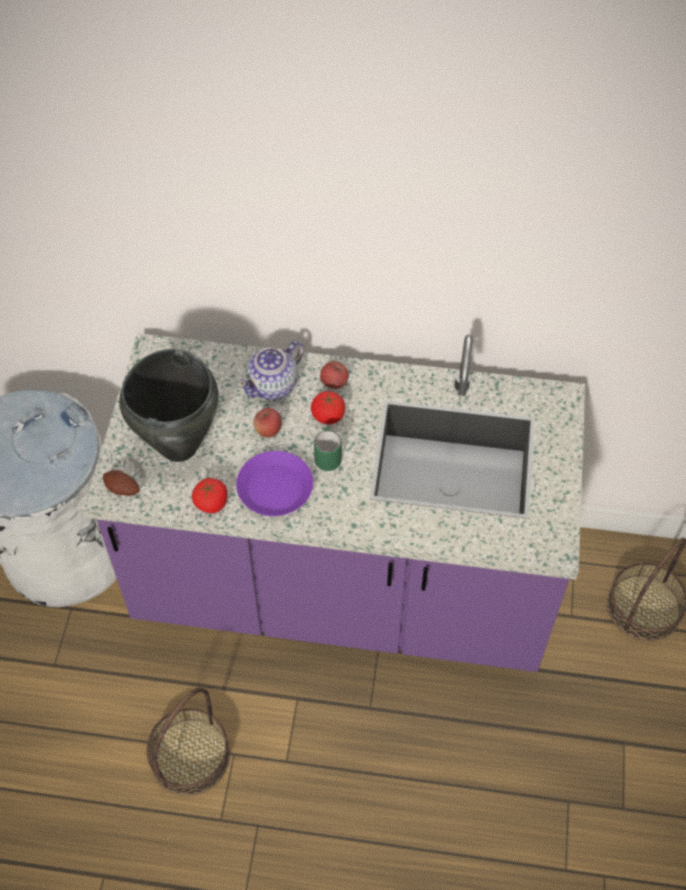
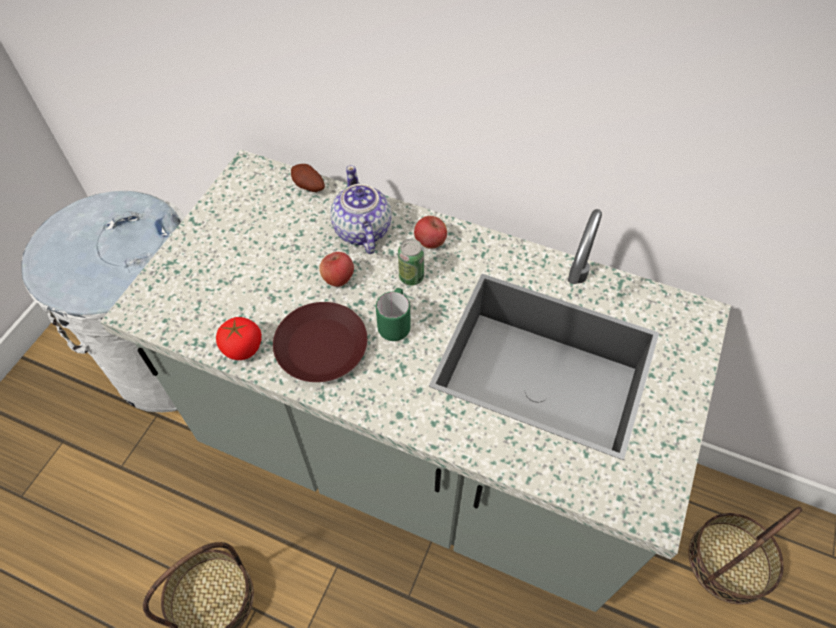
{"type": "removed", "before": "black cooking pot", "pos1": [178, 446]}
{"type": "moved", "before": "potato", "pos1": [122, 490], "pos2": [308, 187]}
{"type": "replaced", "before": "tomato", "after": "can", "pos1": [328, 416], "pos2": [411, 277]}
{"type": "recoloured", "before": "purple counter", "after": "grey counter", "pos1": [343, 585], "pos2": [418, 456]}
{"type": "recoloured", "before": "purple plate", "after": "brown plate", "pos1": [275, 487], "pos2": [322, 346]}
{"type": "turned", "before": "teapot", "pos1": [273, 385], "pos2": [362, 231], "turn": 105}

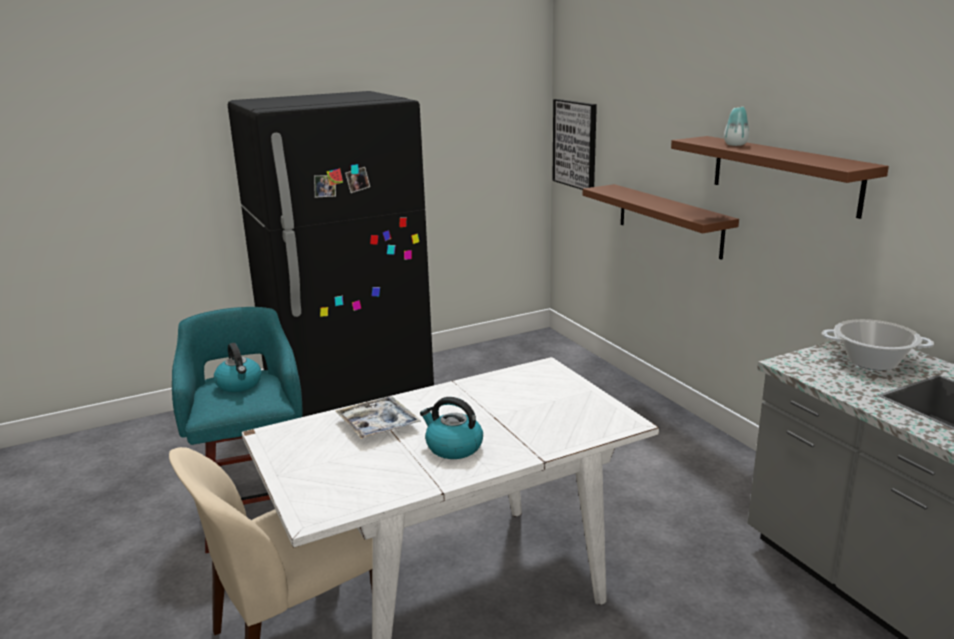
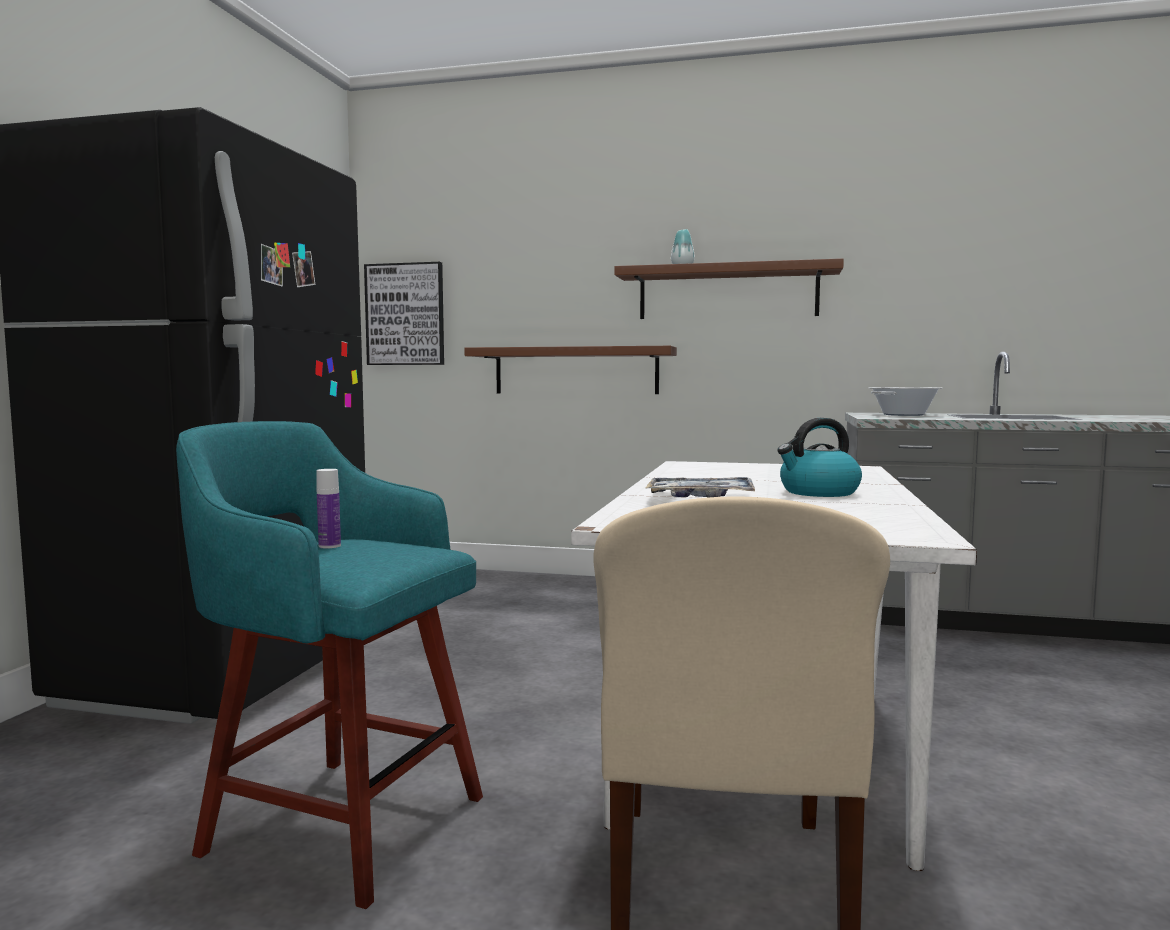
{"type": "replaced", "before": "kettle", "after": "bottle", "pos1": [239, 384], "pos2": [329, 546]}

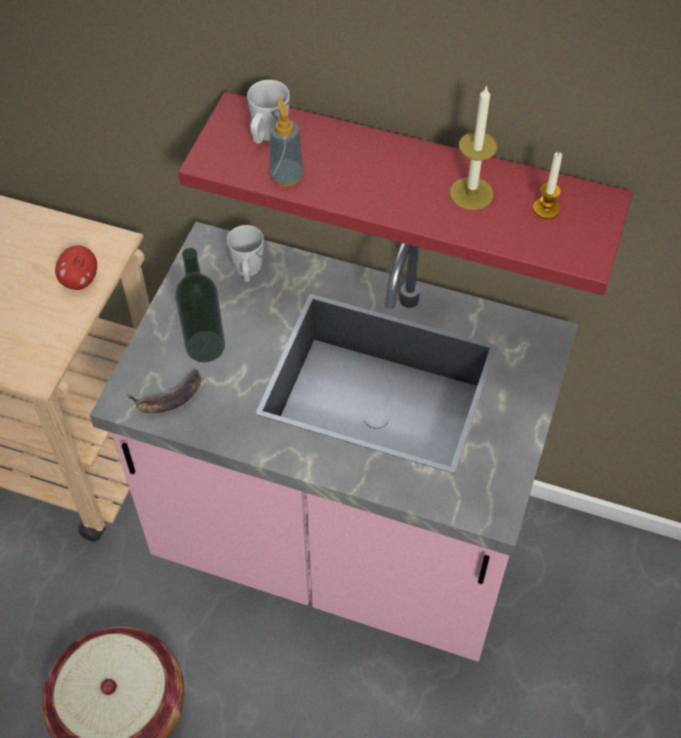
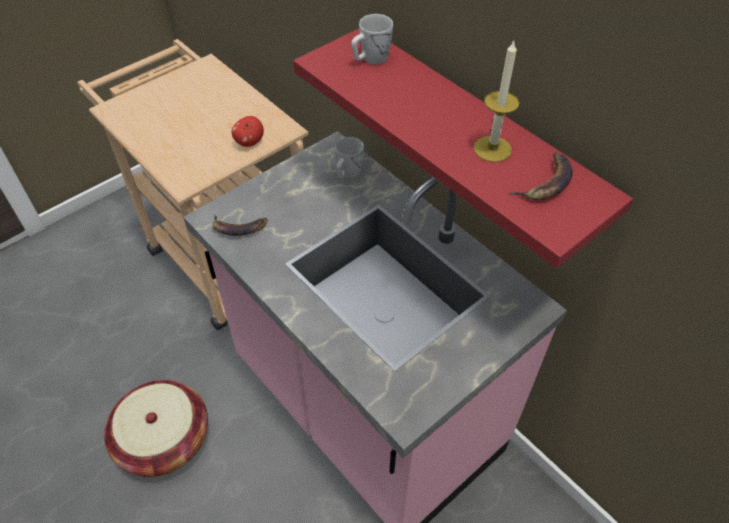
{"type": "removed", "before": "bottle", "pos1": [205, 346]}
{"type": "removed", "before": "soap dispenser", "pos1": [287, 176]}
{"type": "replaced", "before": "candle", "after": "banana", "pos1": [546, 209], "pos2": [546, 182]}

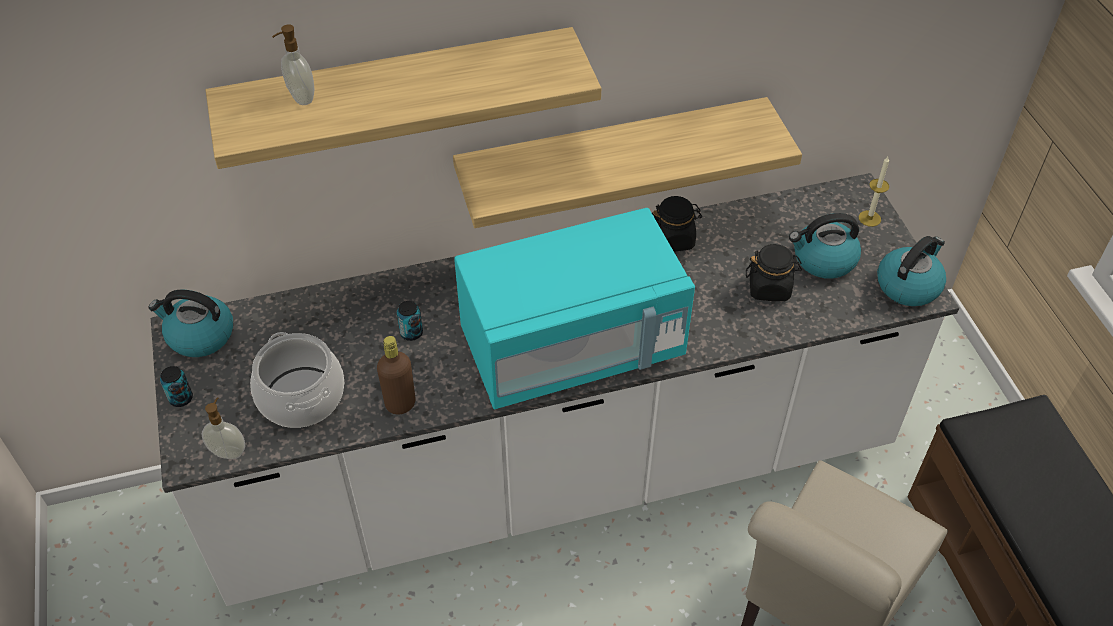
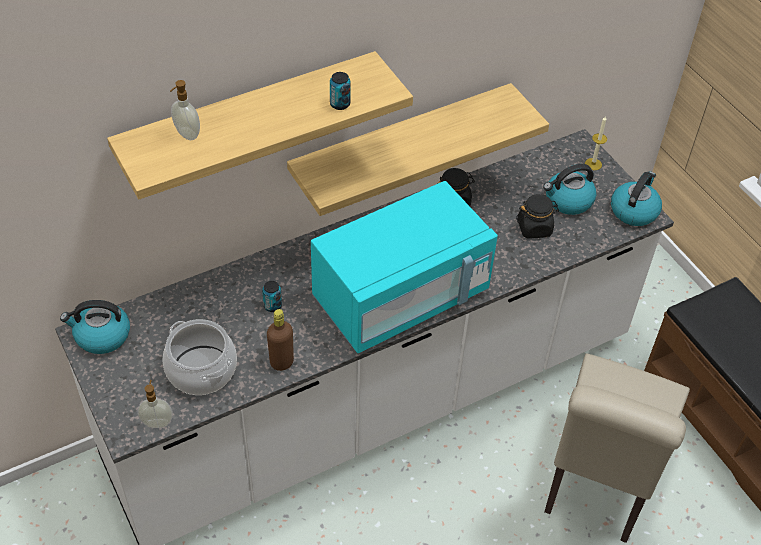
{"type": "moved", "before": "can", "pos1": [181, 398], "pos2": [340, 104]}

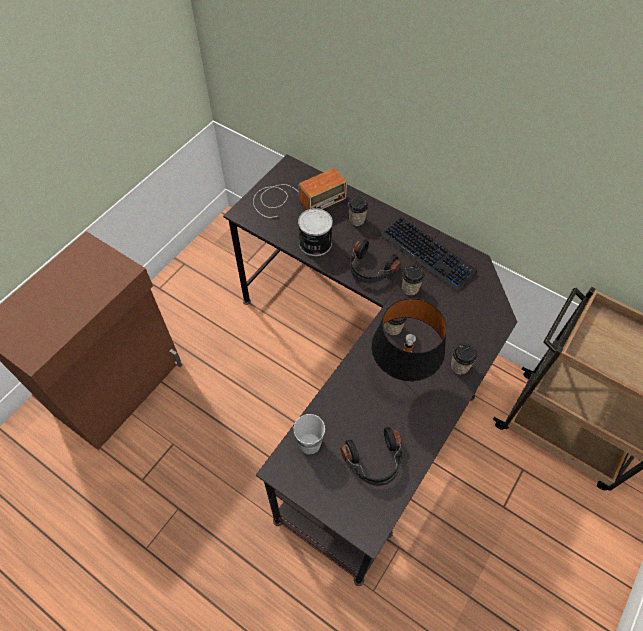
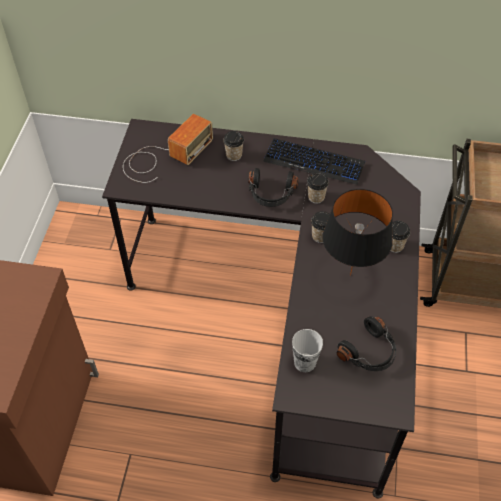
{"type": "removed", "before": "can", "pos1": [314, 243]}

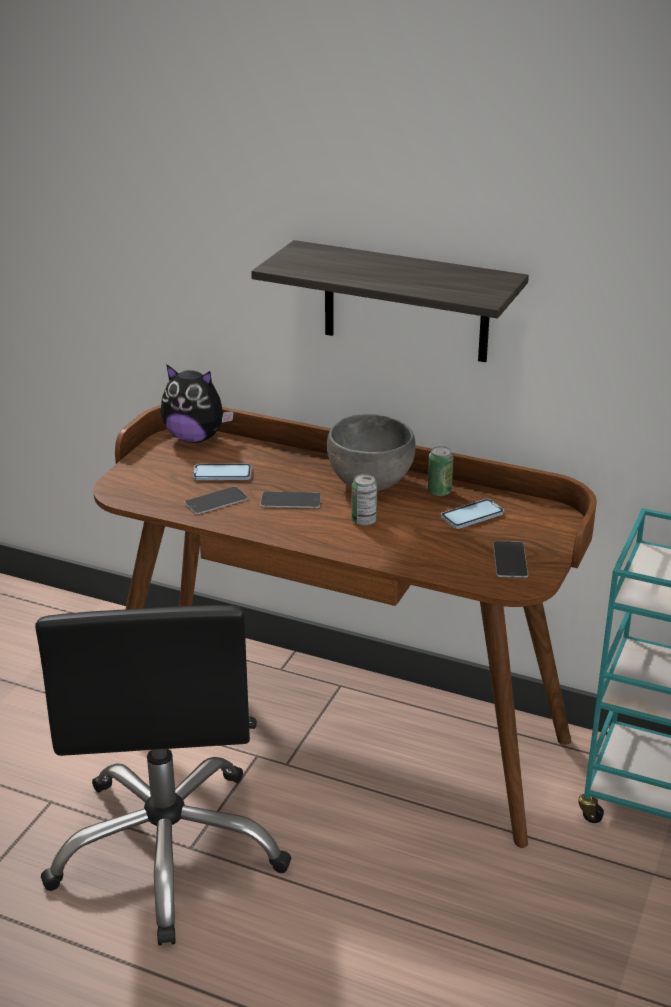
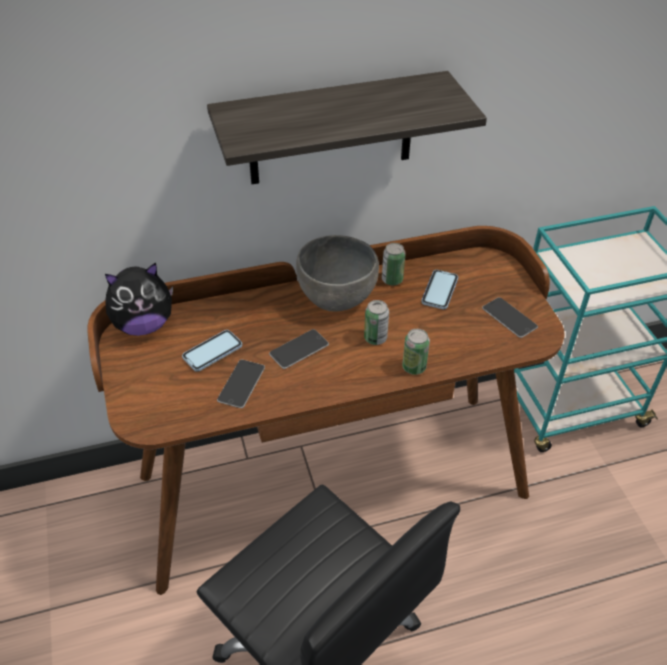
{"type": "added", "after": "can", "pos2": [414, 367]}

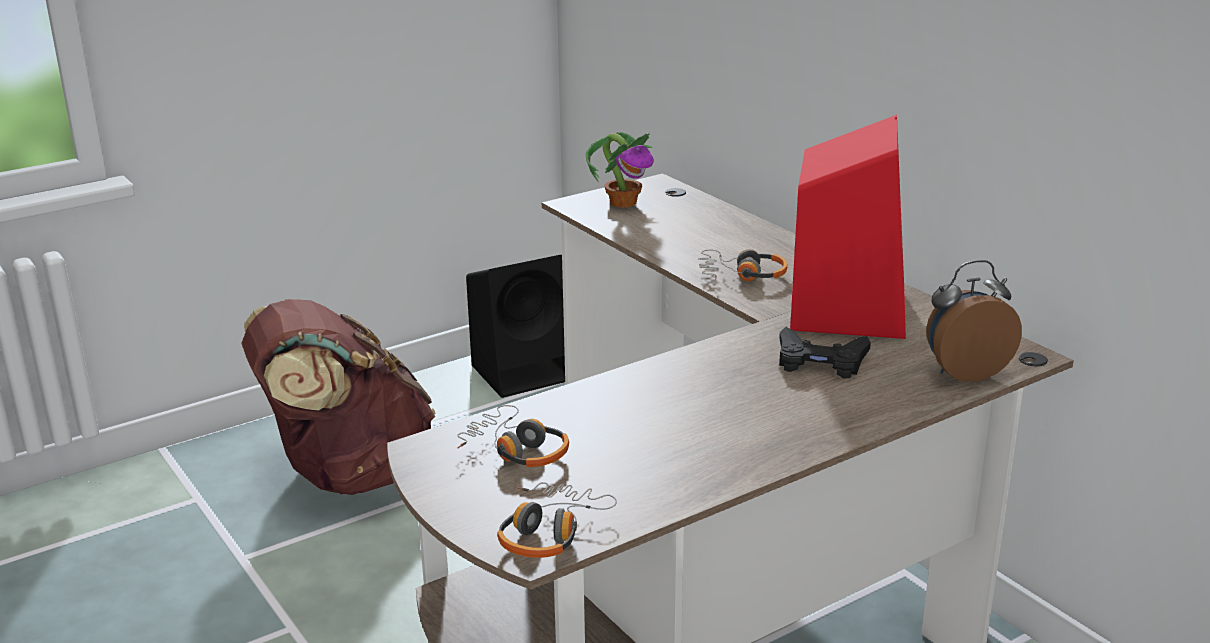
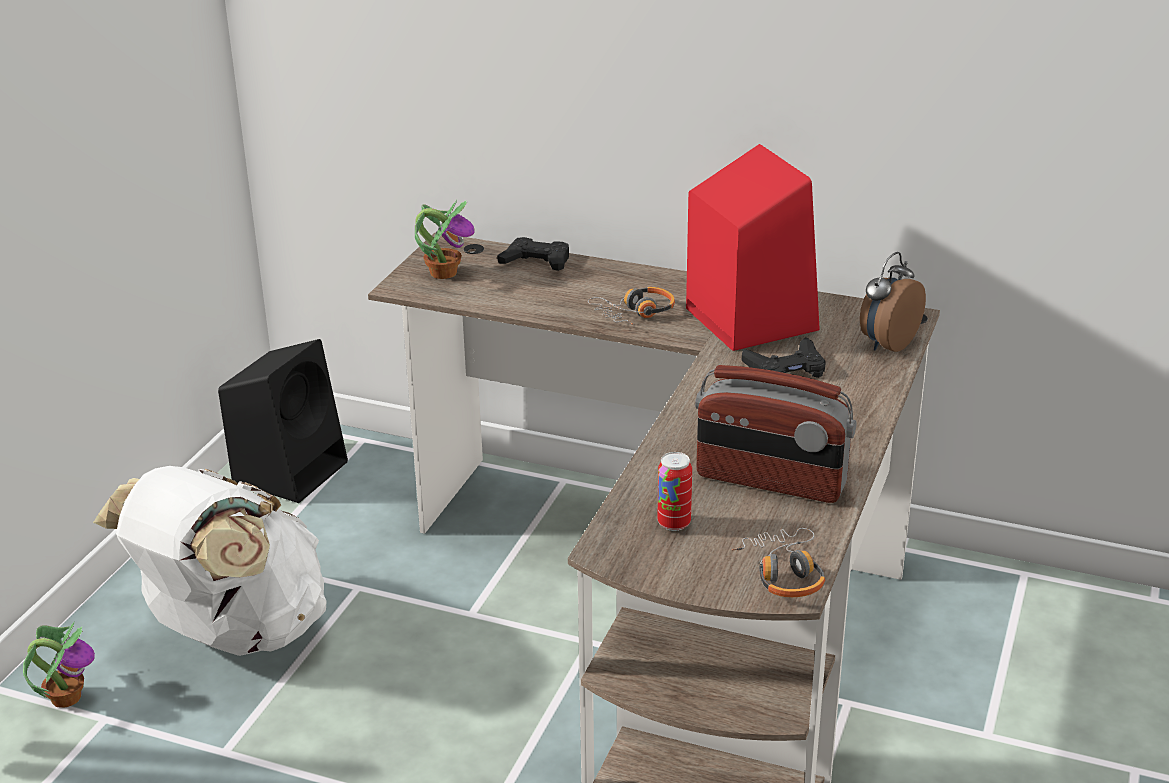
{"type": "added", "after": "potted plant", "pos2": [66, 697]}
{"type": "added", "after": "black game controller", "pos2": [536, 261]}
{"type": "added", "after": "radio", "pos2": [770, 481]}
{"type": "replaced", "before": "headphones", "after": "can", "pos1": [516, 450], "pos2": [674, 523]}
{"type": "recoloured", "before": "brown backpack", "after": "white backpack", "pos1": [347, 474], "pos2": [232, 633]}

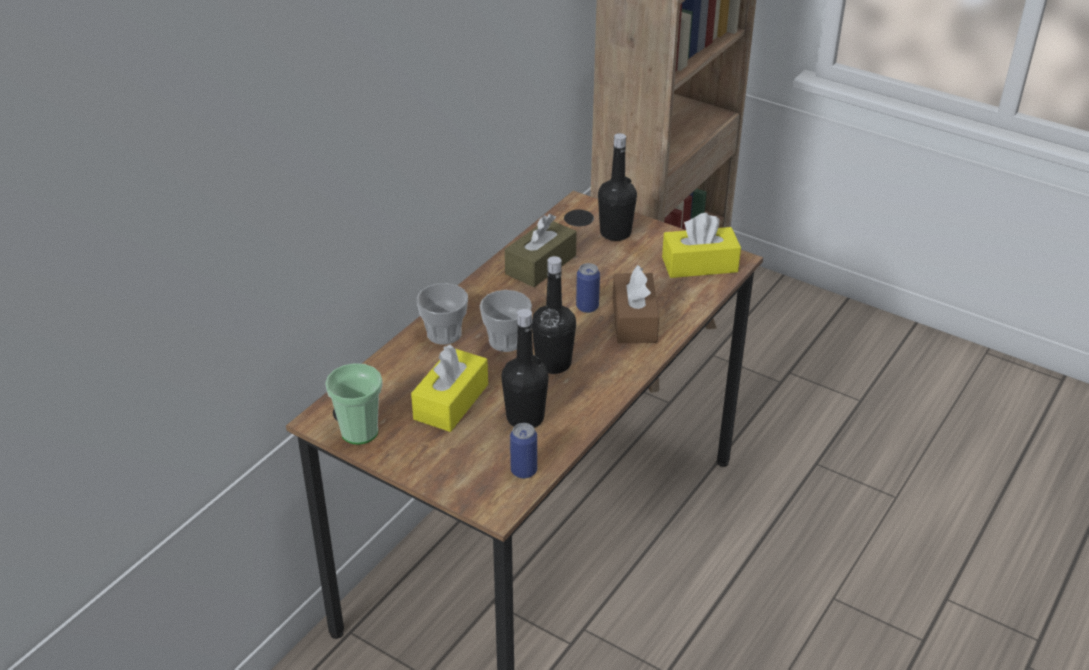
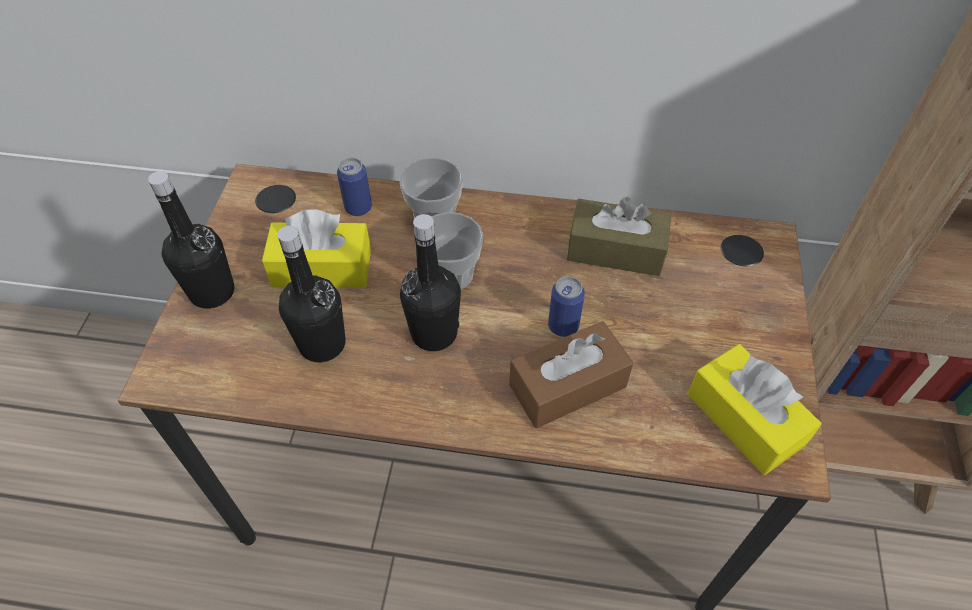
{"type": "removed", "before": "cup", "pos1": [359, 432]}
{"type": "moved", "before": "can", "pos1": [524, 471], "pos2": [358, 208]}
{"type": "moved", "before": "black bottle", "pos1": [615, 233], "pos2": [212, 292]}

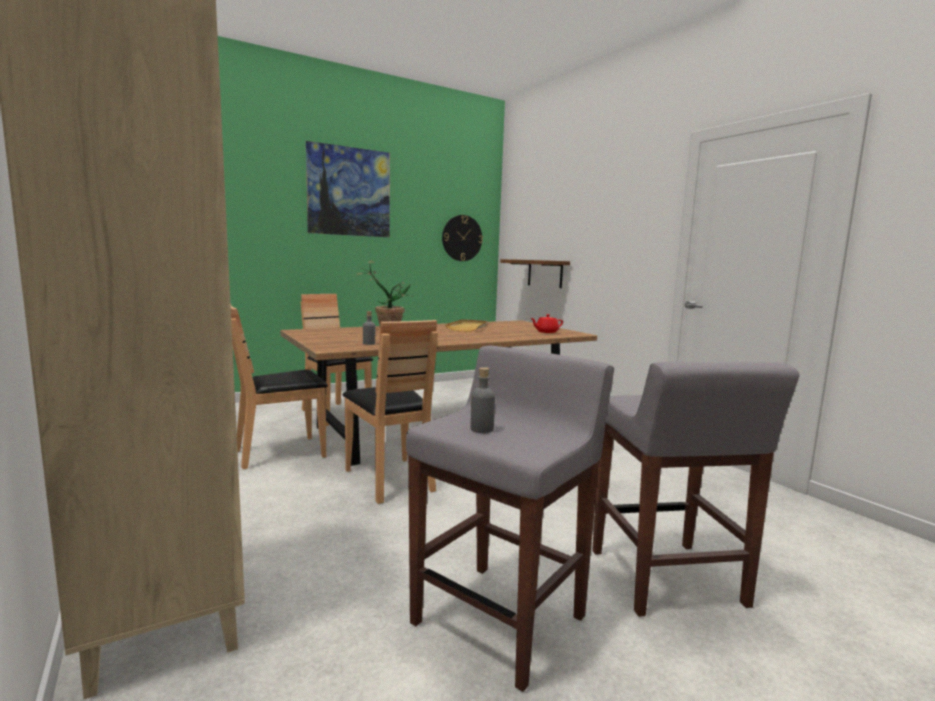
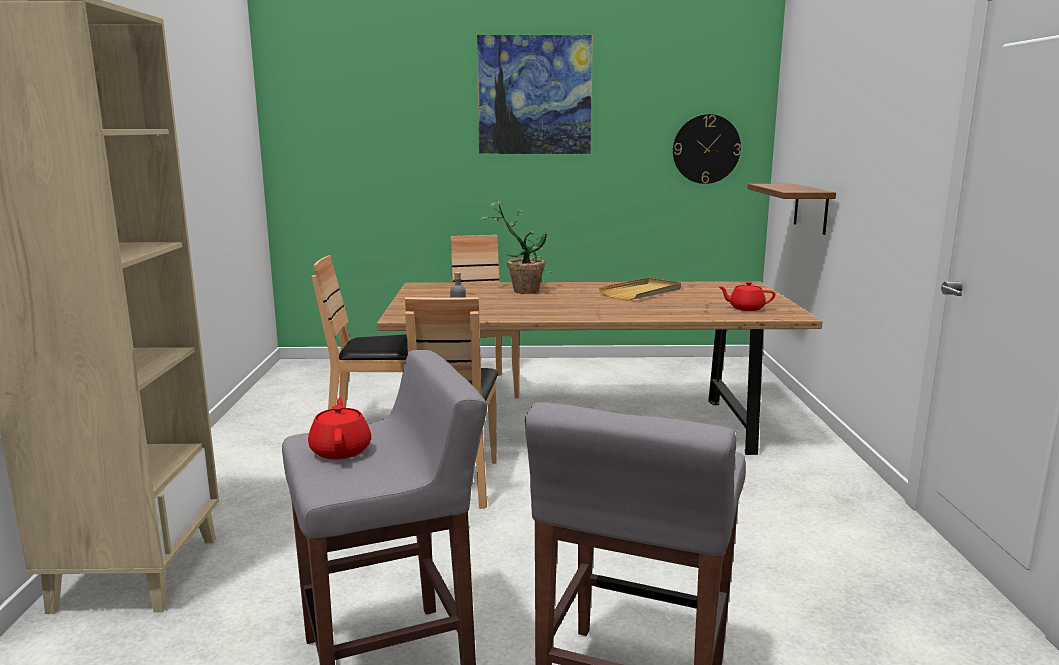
{"type": "replaced", "before": "grey bottle", "after": "red teapot", "pos1": [481, 429], "pos2": [341, 450]}

